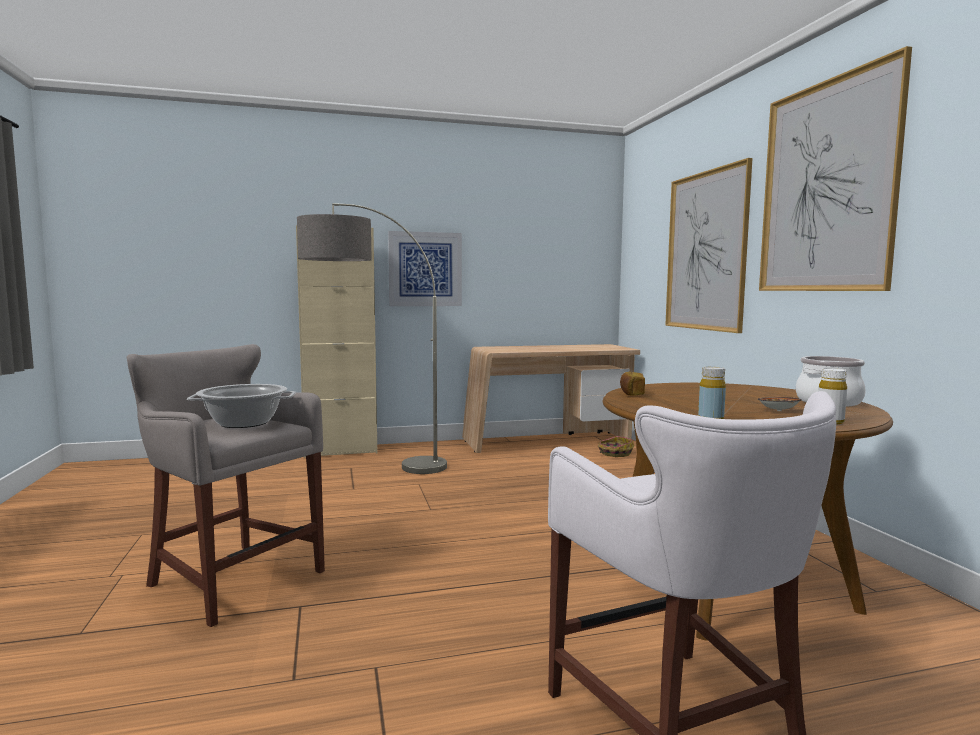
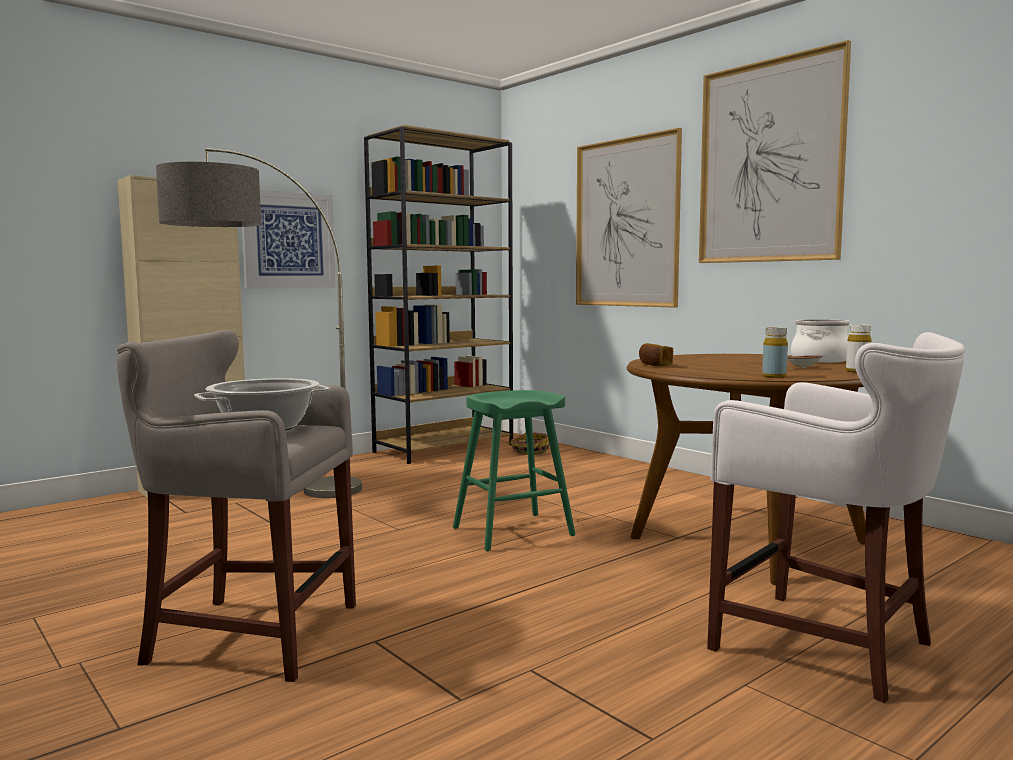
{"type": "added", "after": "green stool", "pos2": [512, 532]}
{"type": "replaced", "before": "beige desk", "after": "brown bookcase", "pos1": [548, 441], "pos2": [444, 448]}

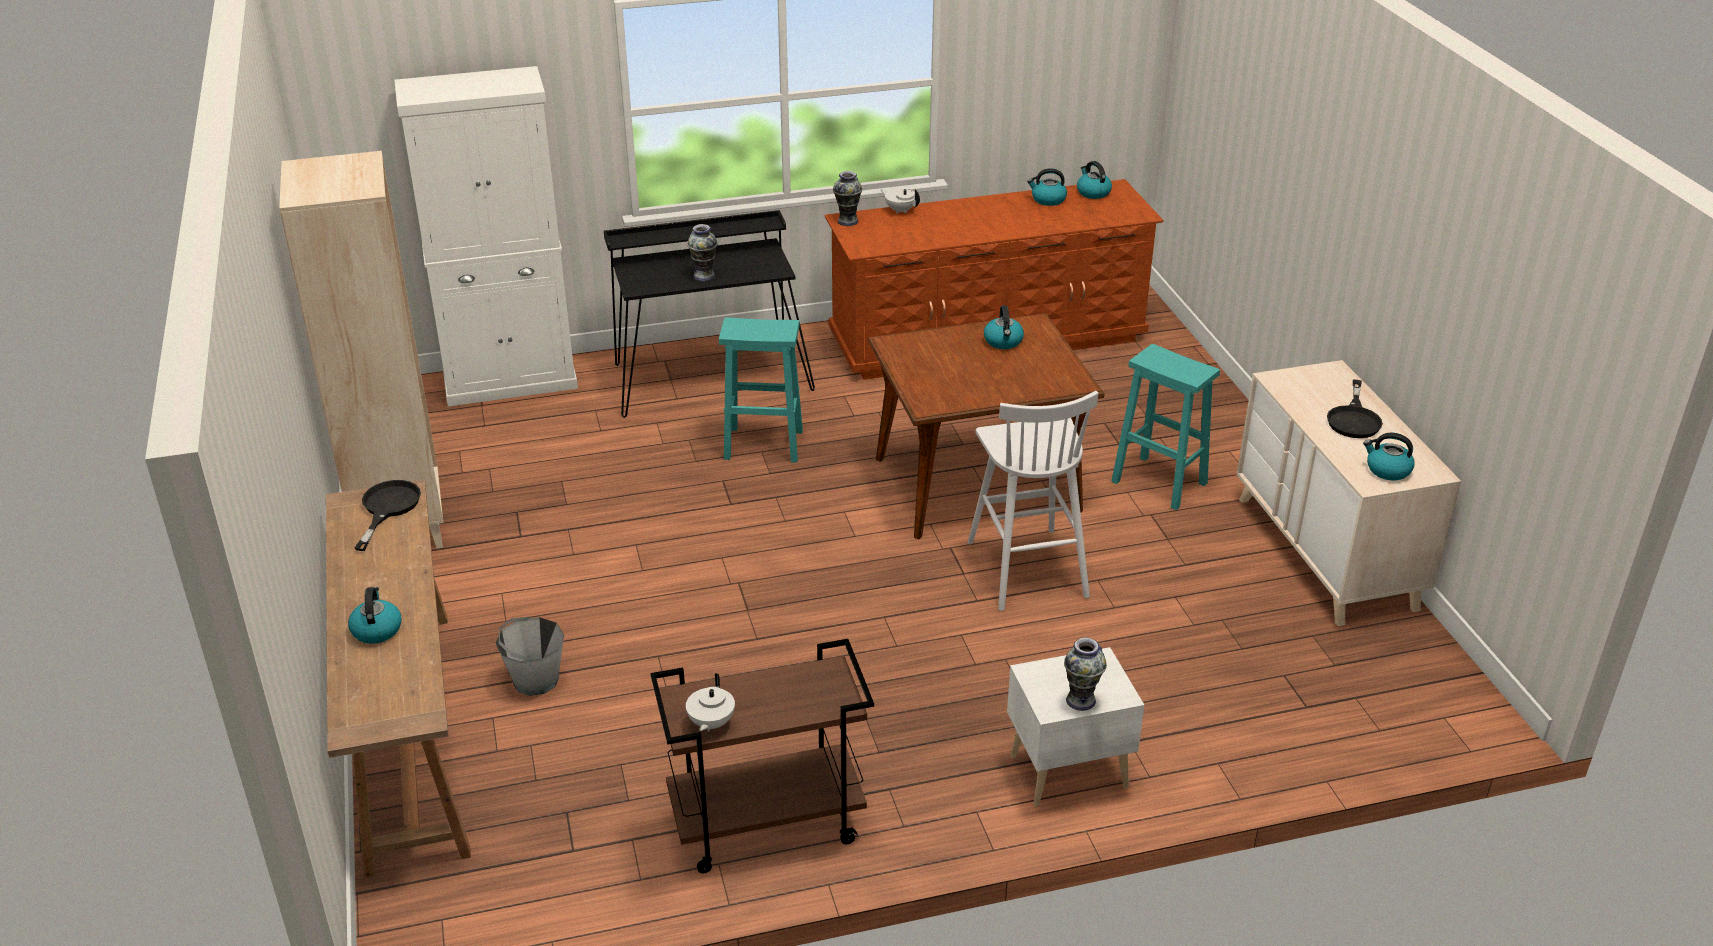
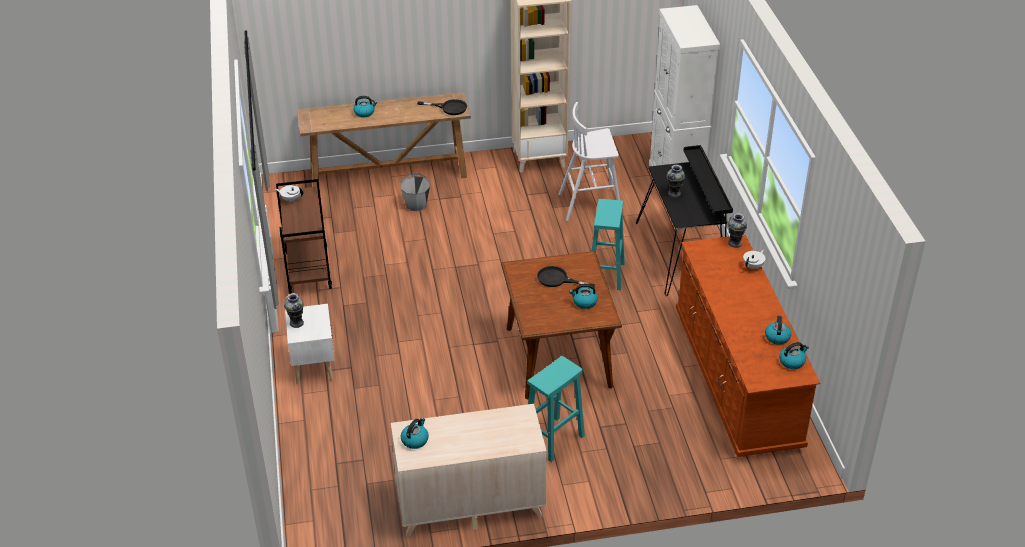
{"type": "moved", "before": "white stool", "pos1": [1026, 568], "pos2": [591, 204]}
{"type": "moved", "before": "black frying pan", "pos1": [1354, 419], "pos2": [557, 279]}

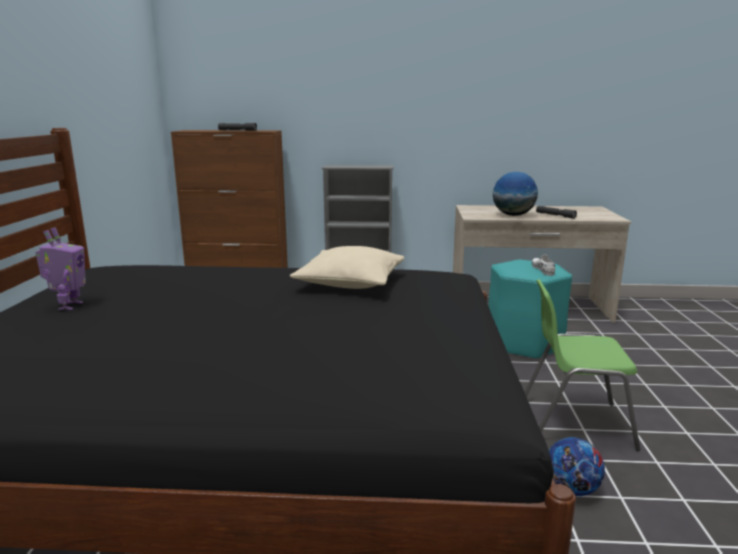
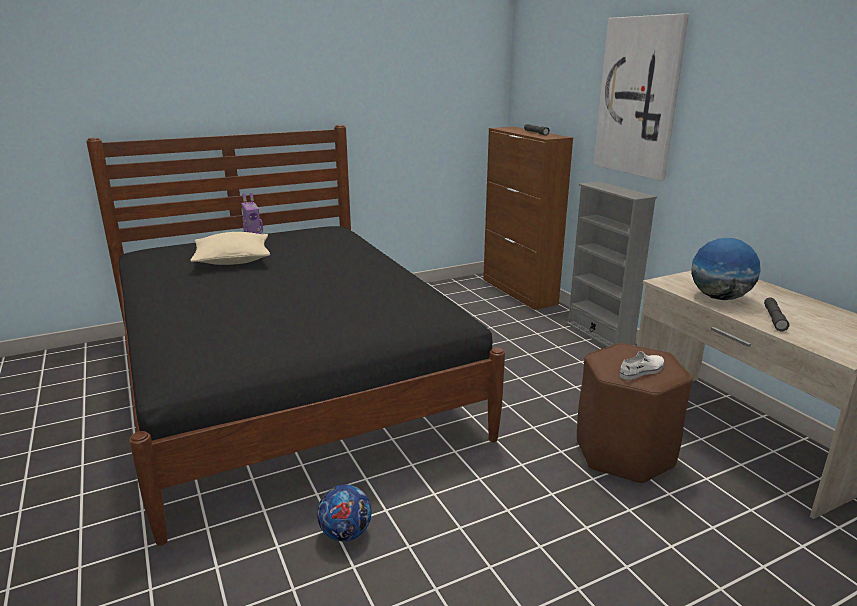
{"type": "removed", "before": "green chair", "pos1": [573, 422]}
{"type": "added", "after": "picture", "pos2": [639, 97]}
{"type": "moved", "before": "beige pillow", "pos1": [350, 283], "pos2": [233, 260]}
{"type": "recoloured", "before": "turquoise stool", "after": "brown stool", "pos1": [523, 343], "pos2": [623, 453]}

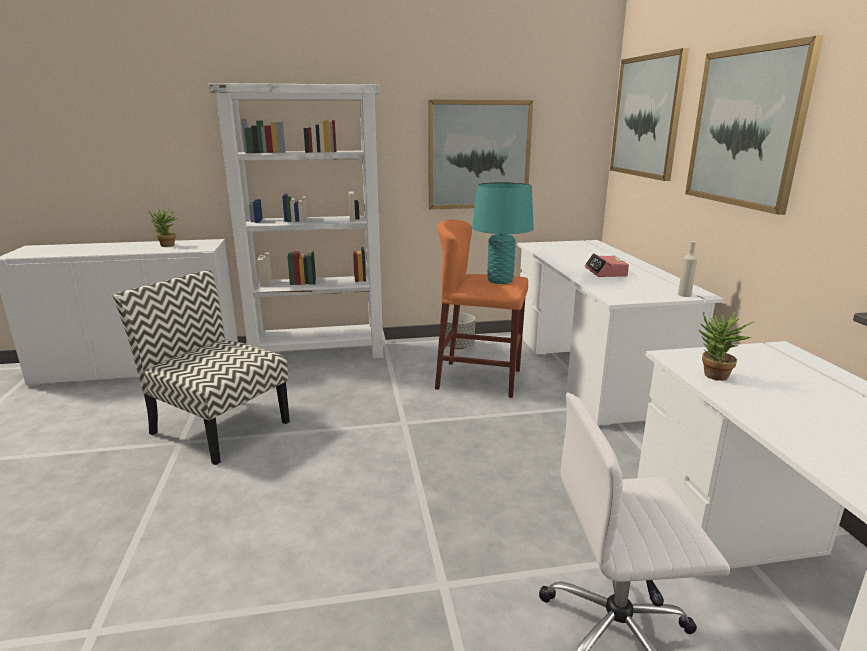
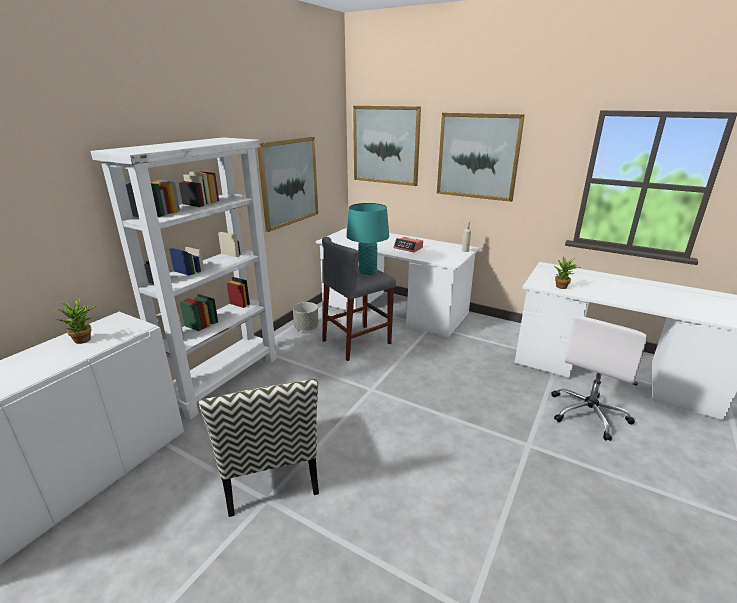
{"type": "recoloured", "before": "orange stool", "after": "grey stool", "pos1": [479, 379], "pos2": [357, 342]}
{"type": "turned", "before": "chair", "pos1": [218, 427], "pos2": [270, 470], "turn": -90}

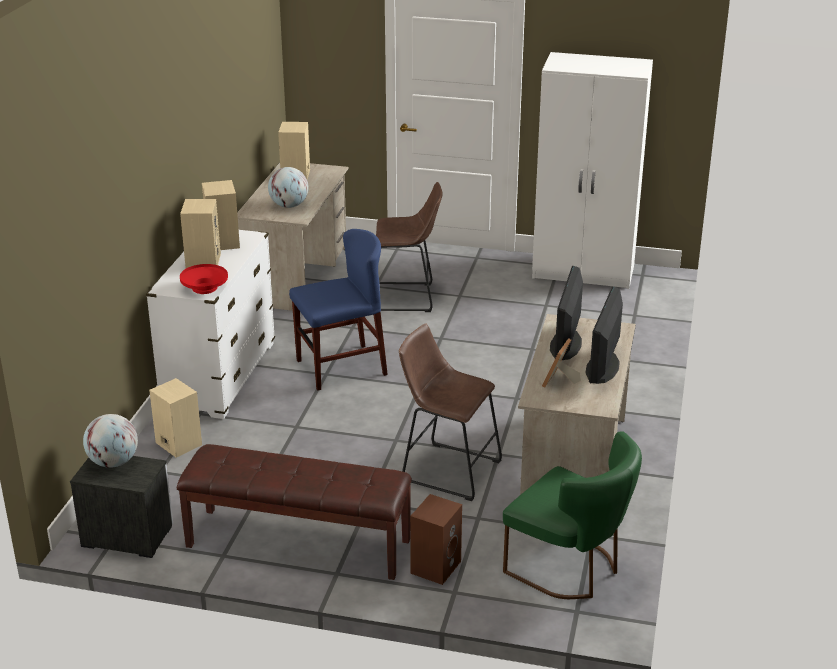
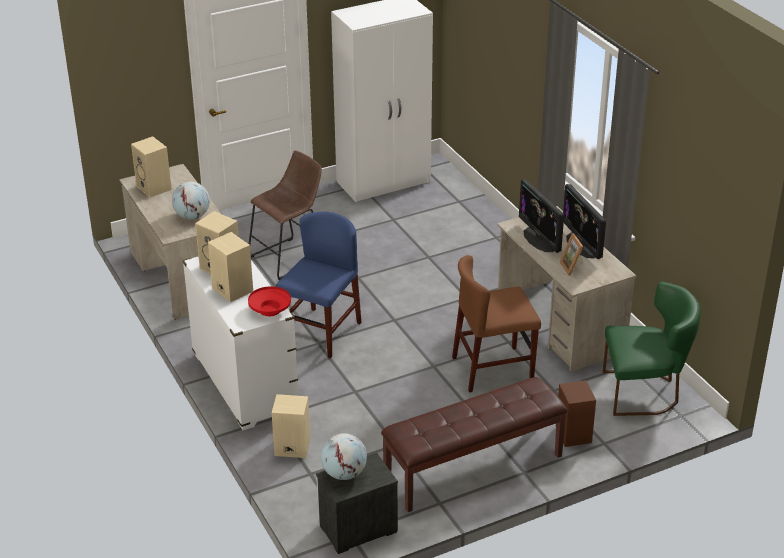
{"type": "replaced", "before": "brown stool", "after": "brown chair", "pos1": [446, 469], "pos2": [492, 369]}

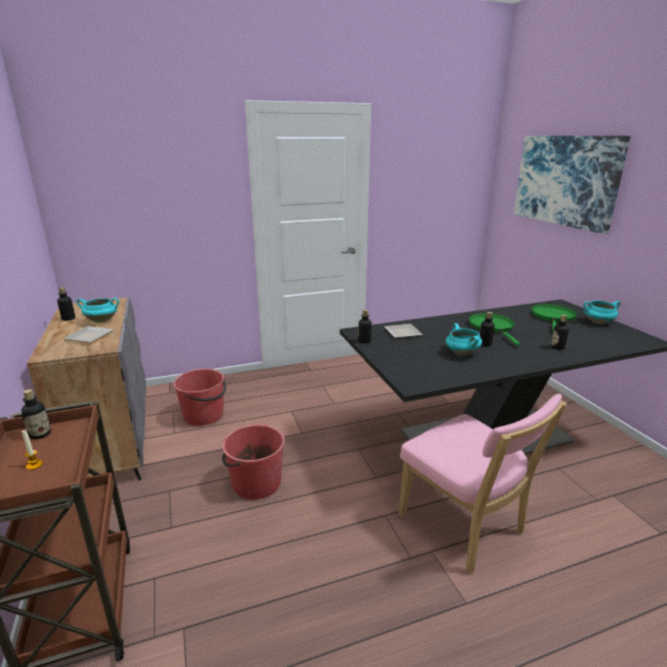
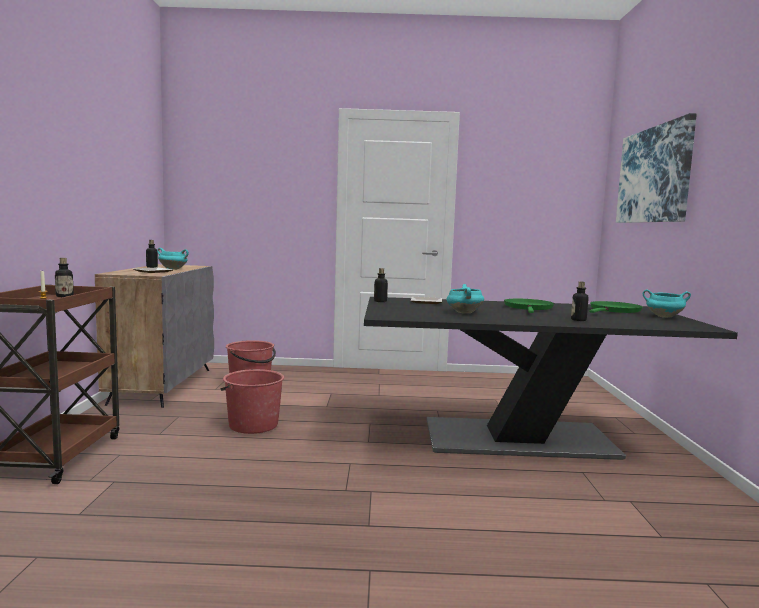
{"type": "removed", "before": "pink chair", "pos1": [465, 527]}
{"type": "removed", "before": "bottle", "pos1": [485, 343]}

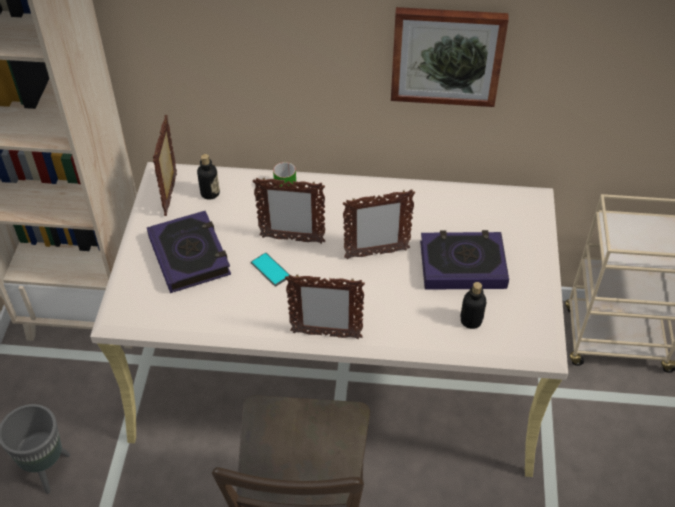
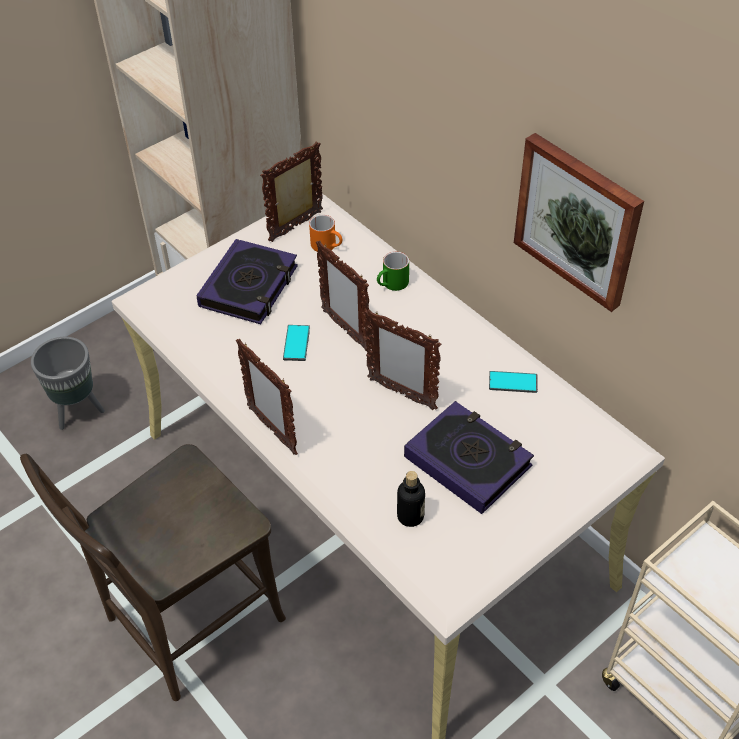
{"type": "added", "after": "phone", "pos2": [513, 382]}
{"type": "replaced", "before": "bottle", "after": "orange mug", "pos1": [210, 193], "pos2": [328, 245]}

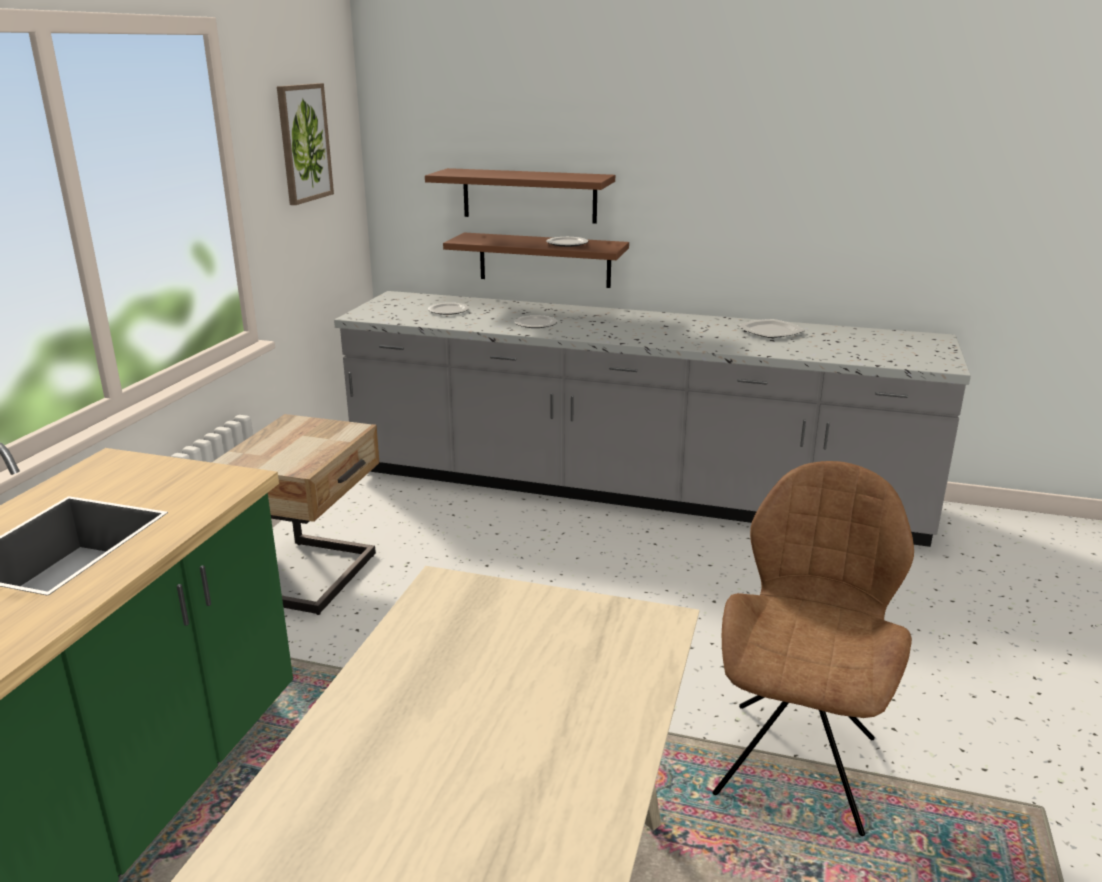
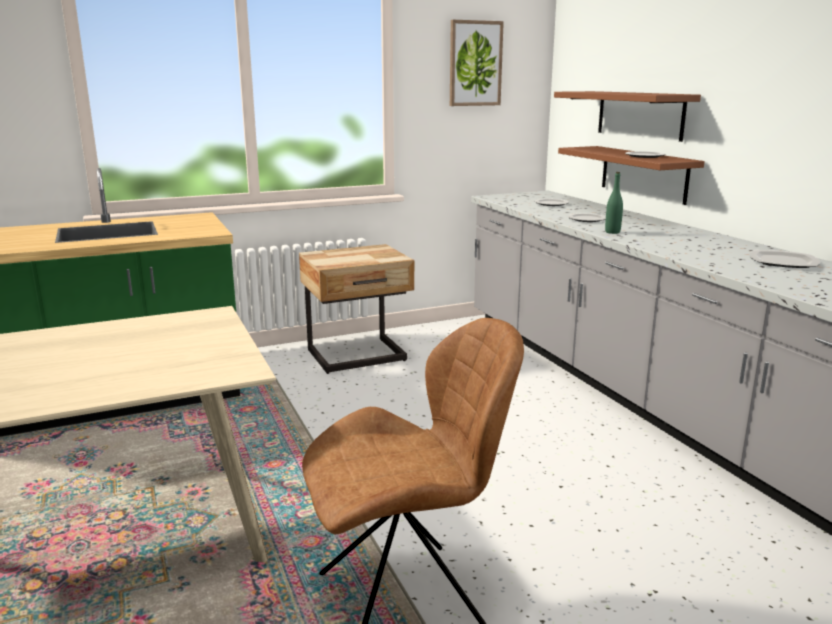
{"type": "added", "after": "green bottle", "pos2": [612, 232]}

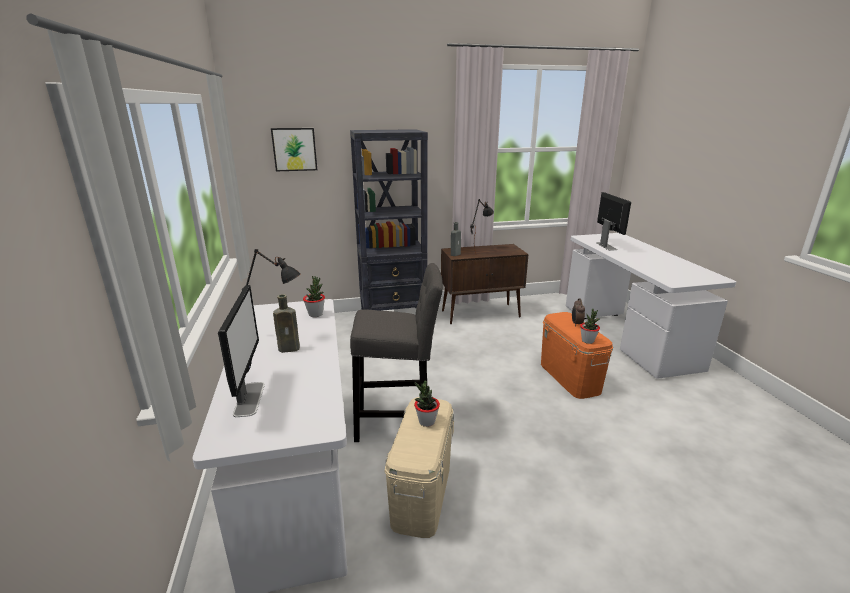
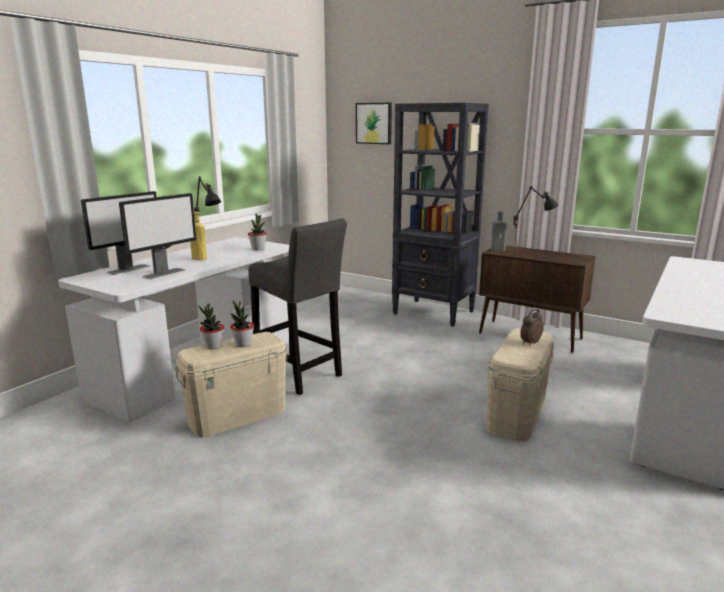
{"type": "moved", "before": "potted plant", "pos1": [587, 341], "pos2": [213, 346]}
{"type": "moved", "before": "monitor", "pos1": [606, 246], "pos2": [164, 273]}
{"type": "recoloured", "before": "brown bottle", "after": "yellow bottle", "pos1": [290, 348], "pos2": [200, 258]}
{"type": "recoloured", "before": "orange storage box", "after": "beige storage box", "pos1": [570, 377], "pos2": [516, 415]}

